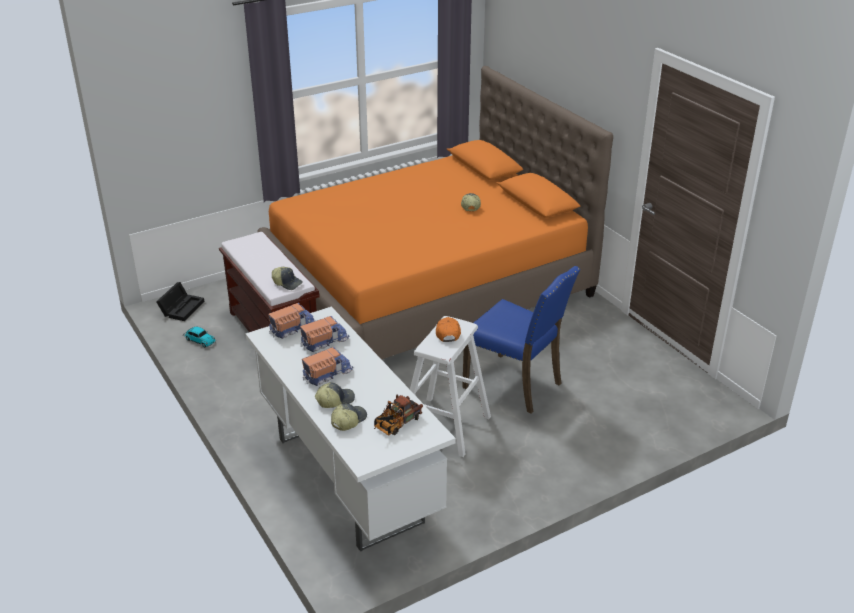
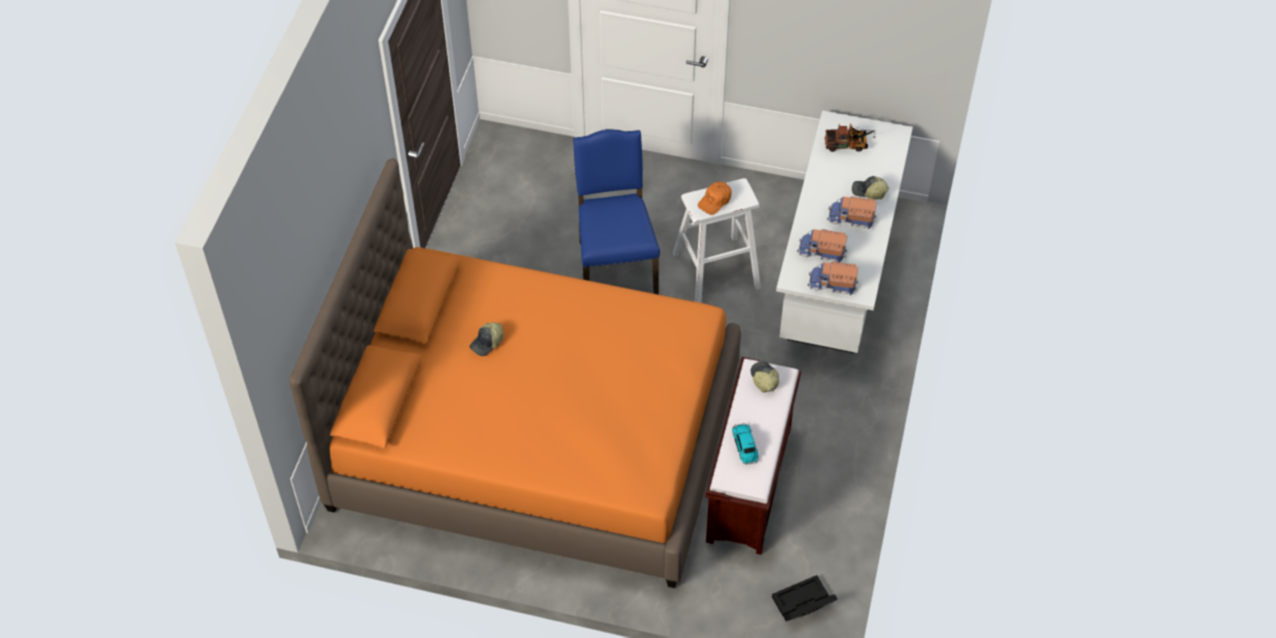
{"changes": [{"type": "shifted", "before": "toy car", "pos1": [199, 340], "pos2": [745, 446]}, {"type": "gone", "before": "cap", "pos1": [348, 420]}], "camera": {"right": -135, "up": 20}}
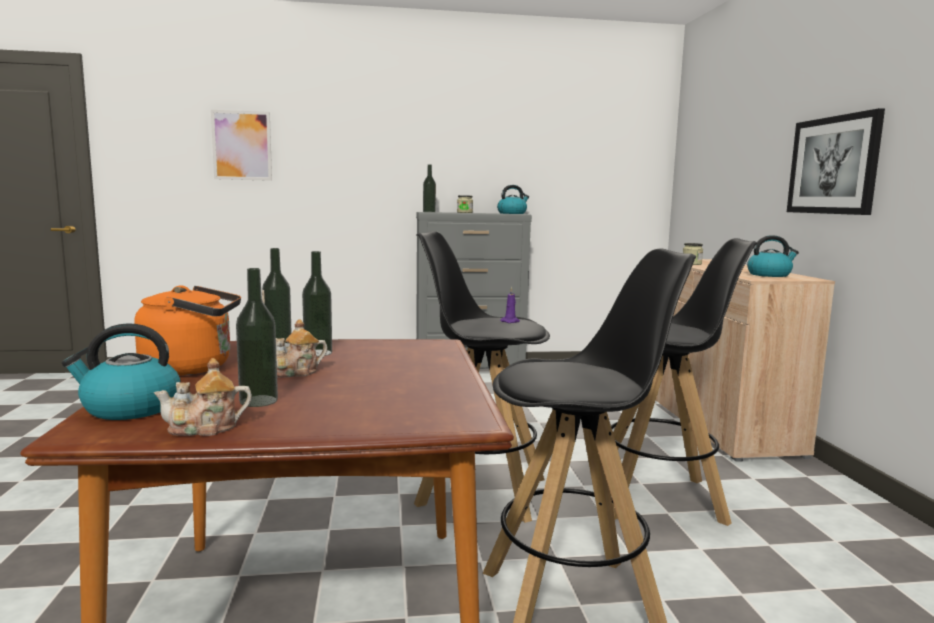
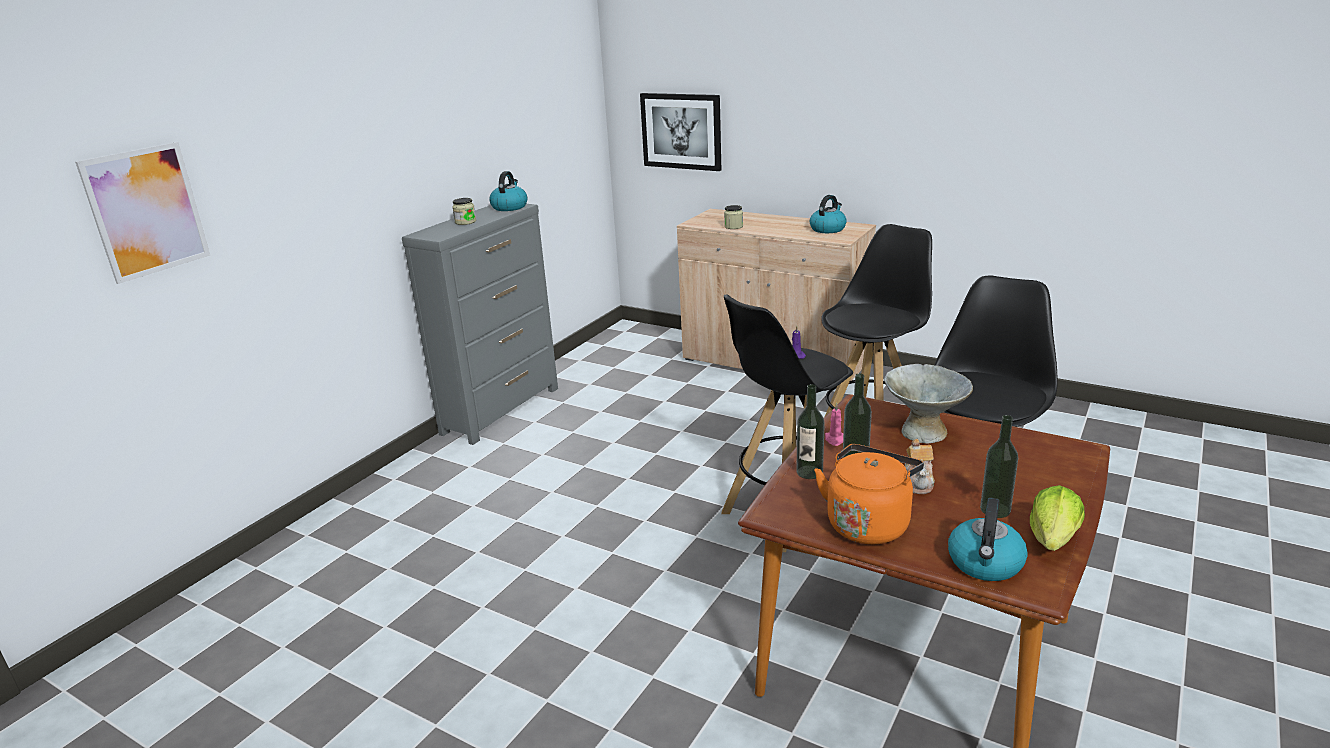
{"changes": [{"type": "shifted", "before": "picture", "pos1": [833, 165], "pos2": [681, 131]}, {"type": "new", "after": "candle/pink", "pos2": [835, 439]}, {"type": "new", "after": "bowl/grey", "pos2": [923, 432]}, {"type": "swapped", "before": "teapot", "after": "lettuce", "pos1": [205, 428], "pos2": [1053, 539]}, {"type": "gone", "before": "bottle", "pos1": [429, 212]}], "camera": {"right": -50, "up": 15}}
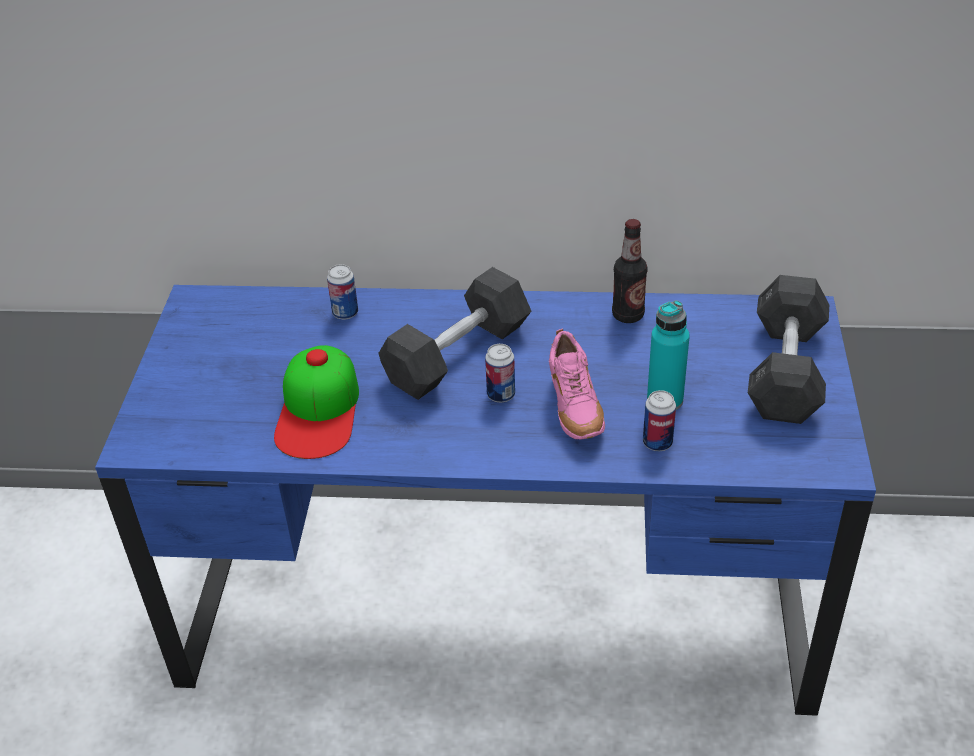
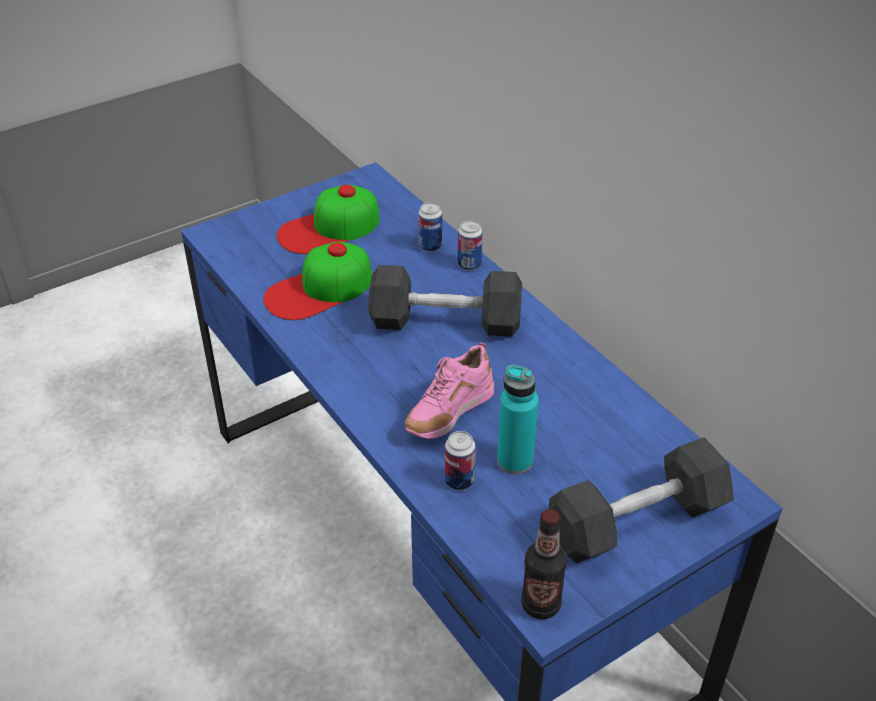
{"changes": [{"type": "new", "after": "cap", "pos2": [329, 228]}, {"type": "shifted", "before": "can", "pos1": [501, 395], "pos2": [469, 265]}, {"type": "shifted", "before": "bottle", "pos1": [628, 315], "pos2": [540, 604]}], "camera": {"right": 50, "up": 0}}
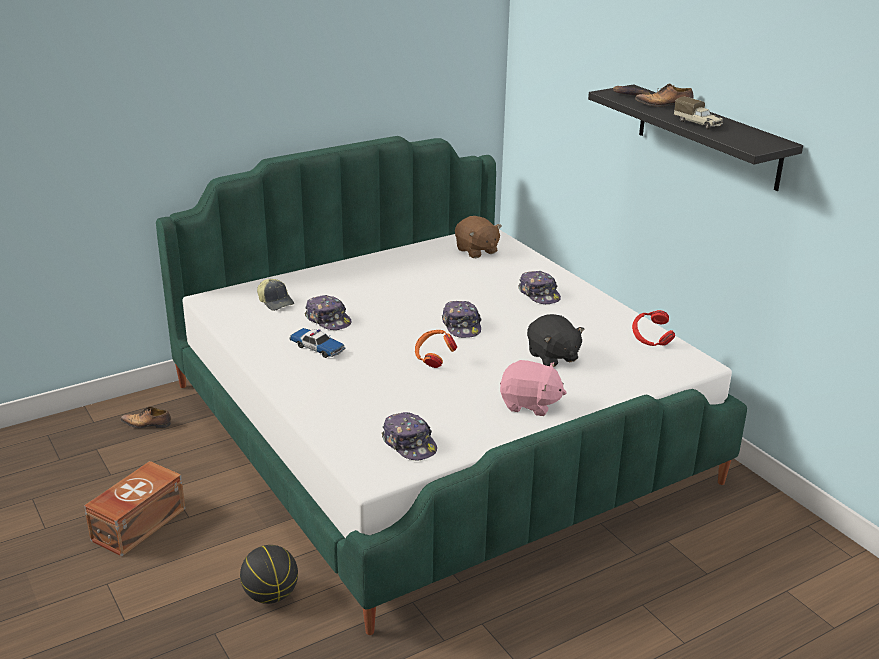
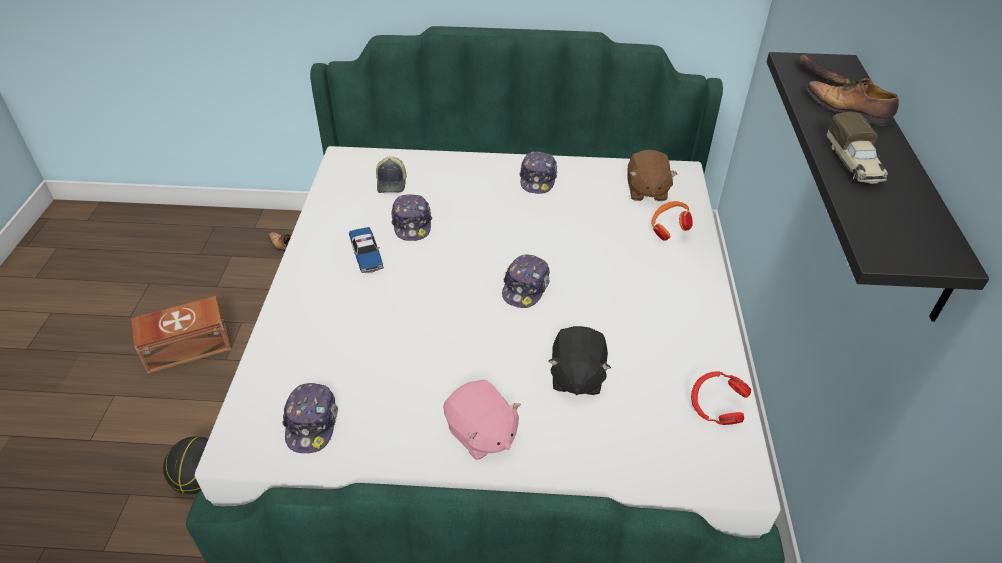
{"changes": [{"type": "shifted", "before": "cap", "pos1": [539, 294], "pos2": [538, 179]}, {"type": "shifted", "before": "headphones/orange", "pos1": [433, 359], "pos2": [668, 230]}], "camera": {"right": 35, "up": 15}}
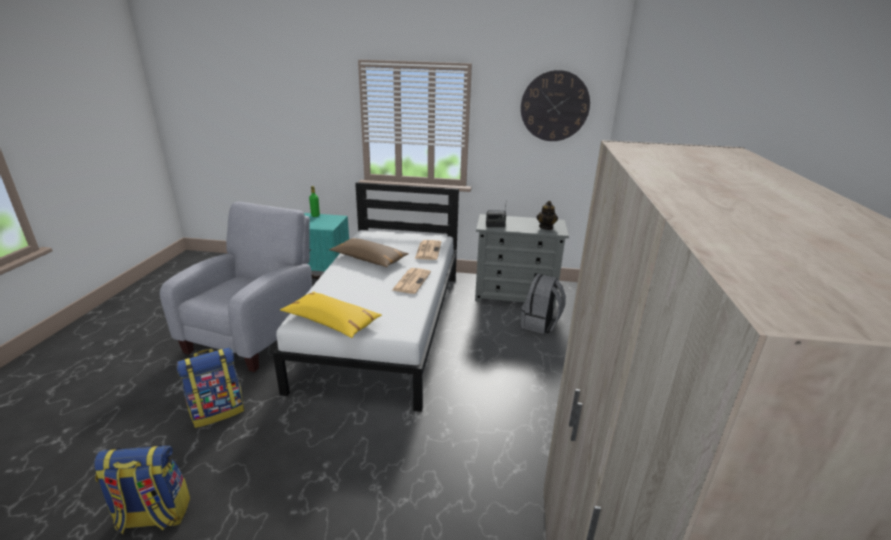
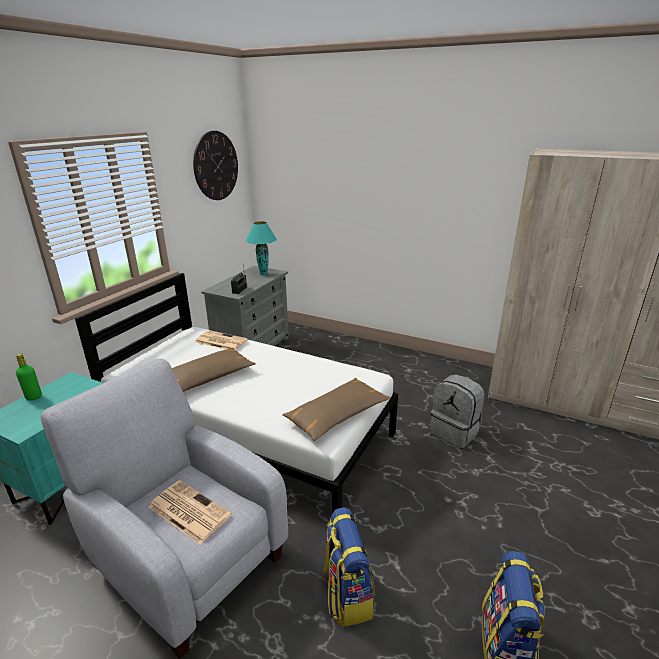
{"changes": [{"type": "shifted", "before": "newspaper", "pos1": [411, 281], "pos2": [188, 511]}, {"type": "swapped", "before": "teapot", "after": "table lamp/turquoise", "pos1": [546, 227], "pos2": [263, 274]}, {"type": "repainted", "before": "pillow/yellow", "after": "pillow/brown", "pos1": [331, 321], "pos2": [337, 416]}, {"type": "shifted", "before": "backpack/grey", "pos1": [540, 324], "pos2": [455, 431]}], "camera": {"right": -70, "up": 0}}
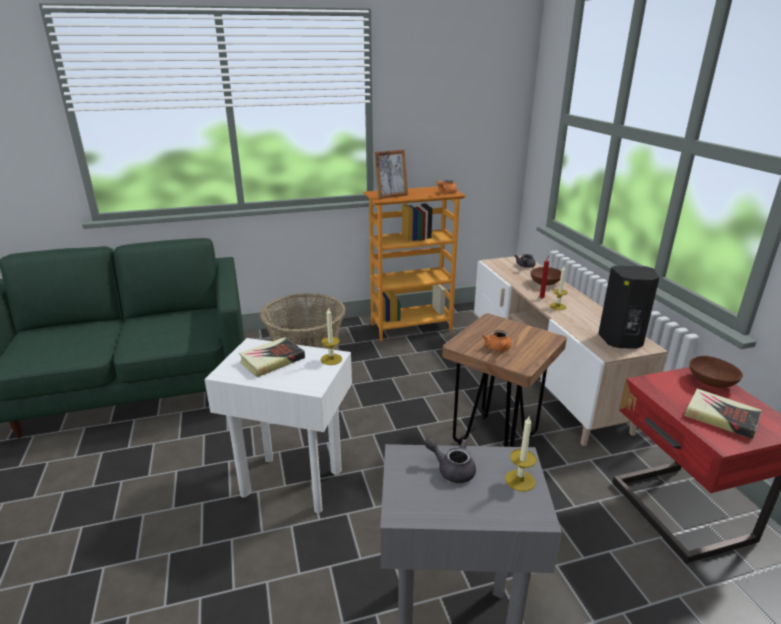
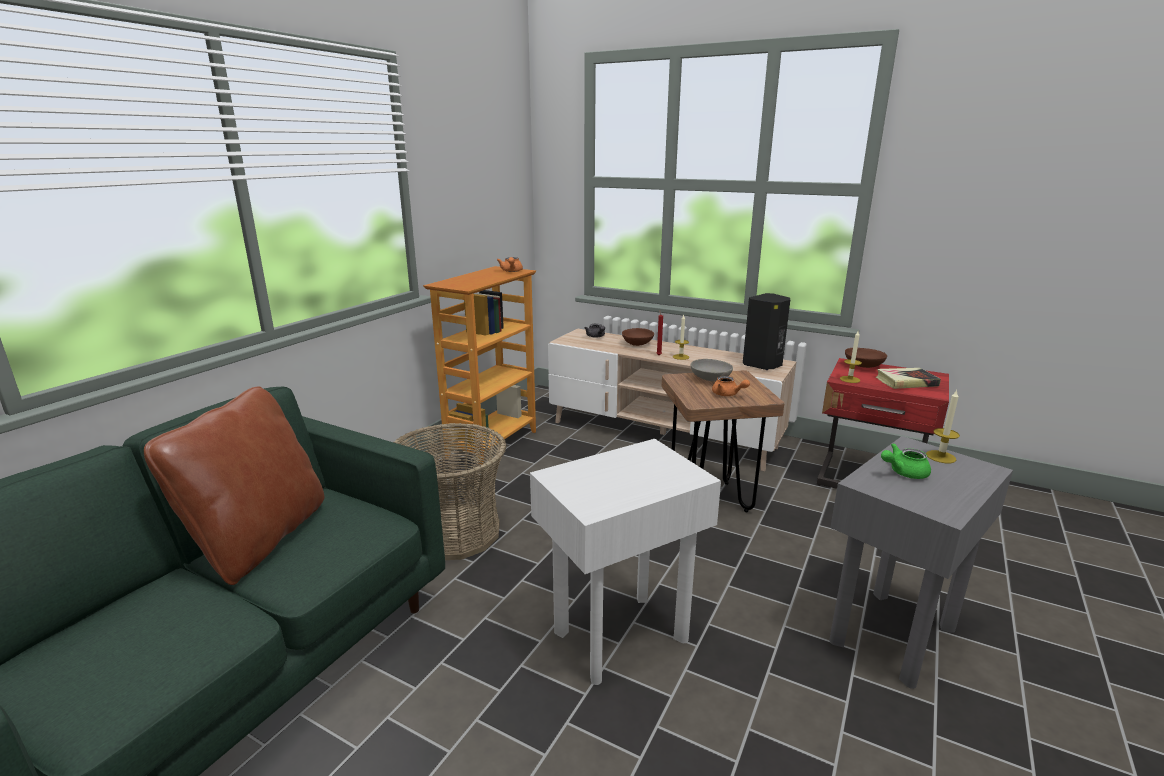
{"changes": [{"type": "new", "after": "pillow/brown", "pos2": [259, 539]}, {"type": "new", "after": "bowl/grey", "pos2": [710, 379]}, {"type": "shifted", "before": "candle", "pos1": [331, 359], "pos2": [850, 379]}, {"type": "repainted", "before": "teapot/grey", "after": "teapot/green", "pos1": [452, 469], "pos2": [903, 472]}, {"type": "gone", "before": "book", "pos1": [272, 360]}, {"type": "gone", "before": "picture frame", "pos1": [391, 196]}], "camera": {"right": -45, "up": -5}}
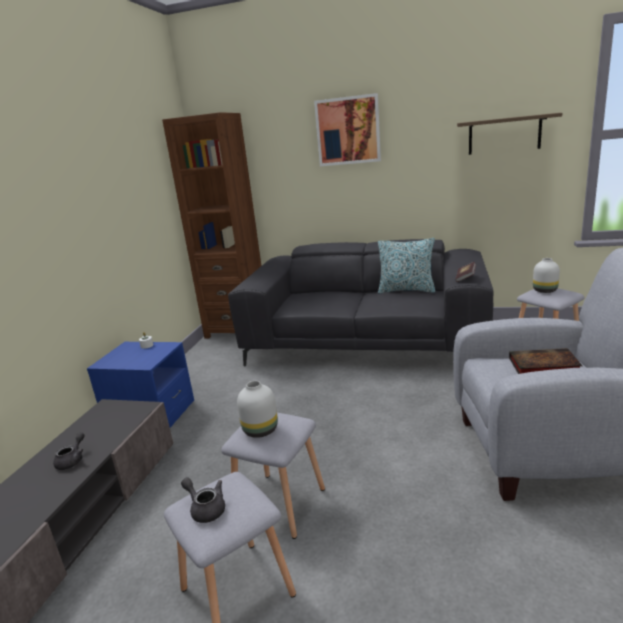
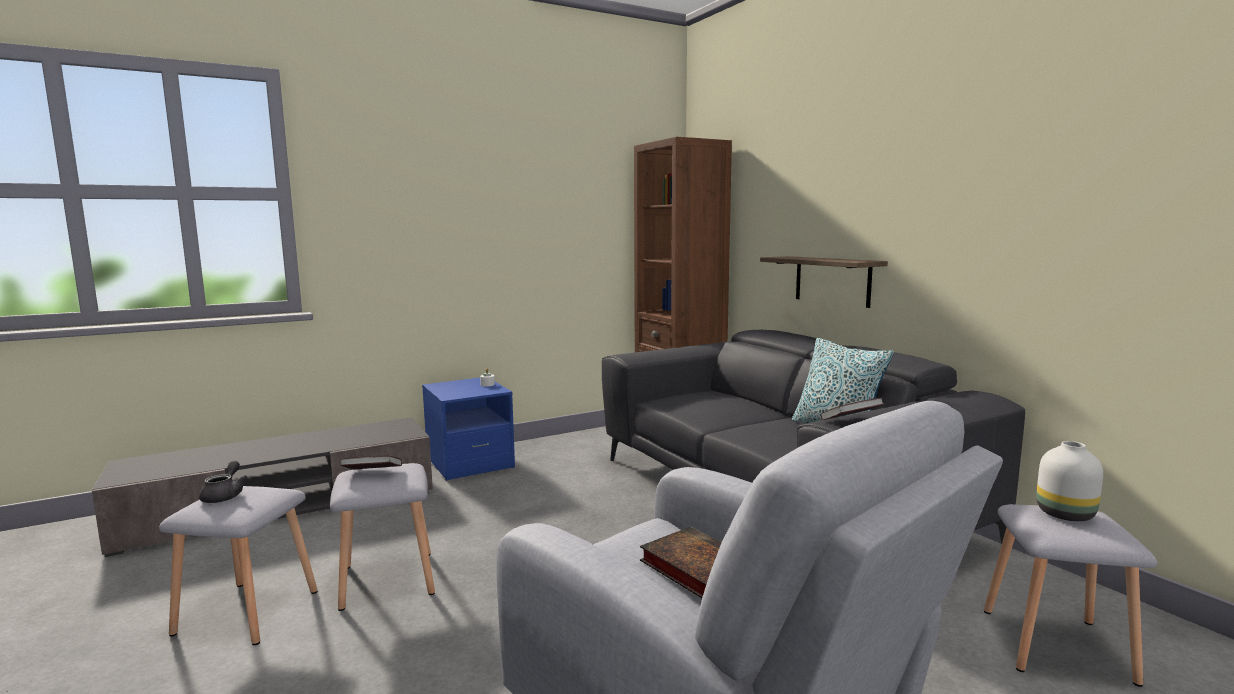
{"changes": [{"type": "swapped", "before": "vase/white", "after": "book", "pos1": [261, 430], "pos2": [372, 473]}, {"type": "shifted", "before": "shelf", "pos1": [504, 135], "pos2": [832, 280]}, {"type": "gone", "before": "teapot/grey", "pos1": [73, 460]}, {"type": "gone", "before": "picture", "pos1": [348, 131]}], "camera": {"right": 45, "up": -10}}
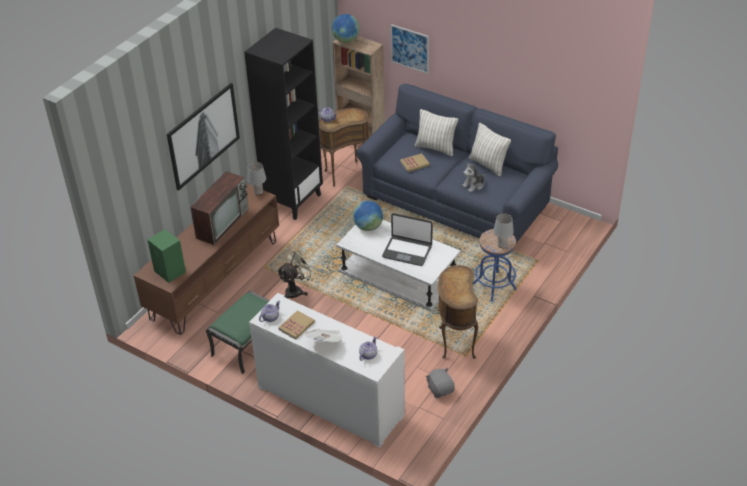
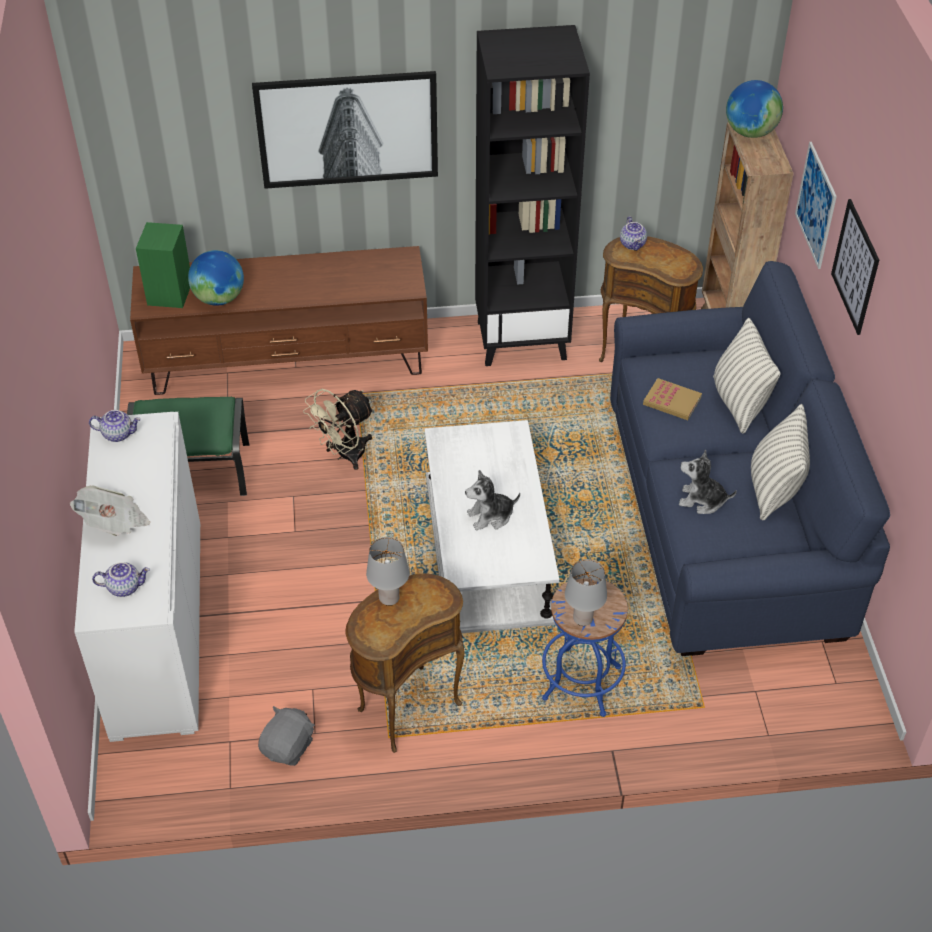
{"changes": [{"type": "shifted", "before": "globe", "pos1": [368, 227], "pos2": [219, 299]}, {"type": "rotated", "before": "fan/beige", "pos1": [296, 290], "pos2": [344, 455], "turn": 135}, {"type": "shifted", "before": "table lamp/grey", "pos1": [258, 193], "pos2": [388, 598]}, {"type": "swapped", "before": "laptop", "after": "plush toy", "pos1": [407, 251], "pos2": [490, 516]}, {"type": "new", "after": "picture", "pos2": [855, 267]}, {"type": "gone", "before": "television", "pos1": [223, 222]}, {"type": "gone", "before": "book", "pos1": [296, 326]}], "camera": {"right": 50, "up": 5}}
